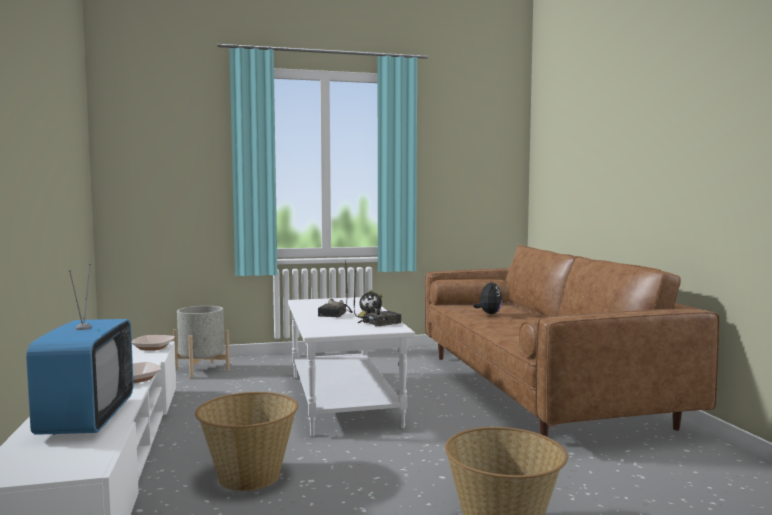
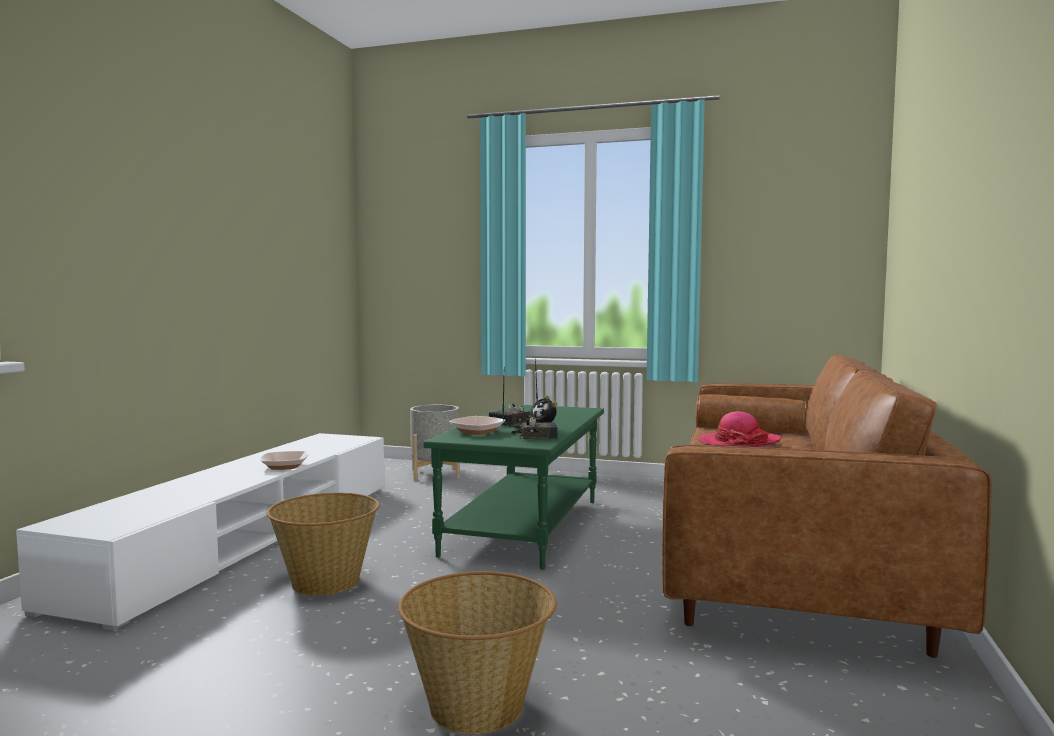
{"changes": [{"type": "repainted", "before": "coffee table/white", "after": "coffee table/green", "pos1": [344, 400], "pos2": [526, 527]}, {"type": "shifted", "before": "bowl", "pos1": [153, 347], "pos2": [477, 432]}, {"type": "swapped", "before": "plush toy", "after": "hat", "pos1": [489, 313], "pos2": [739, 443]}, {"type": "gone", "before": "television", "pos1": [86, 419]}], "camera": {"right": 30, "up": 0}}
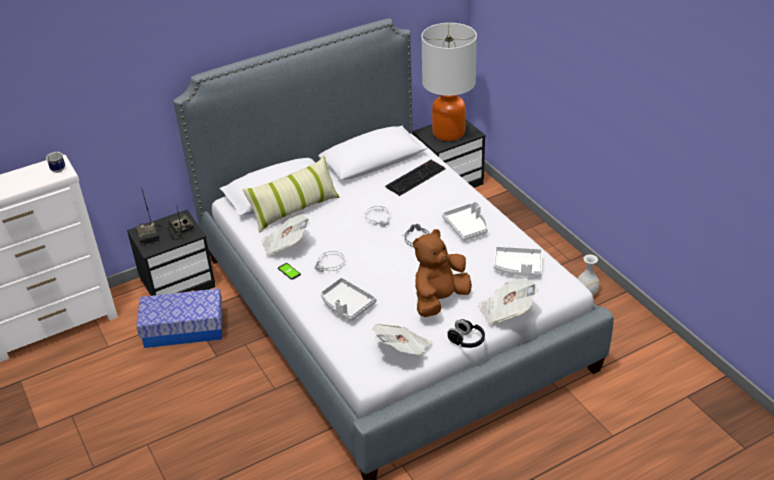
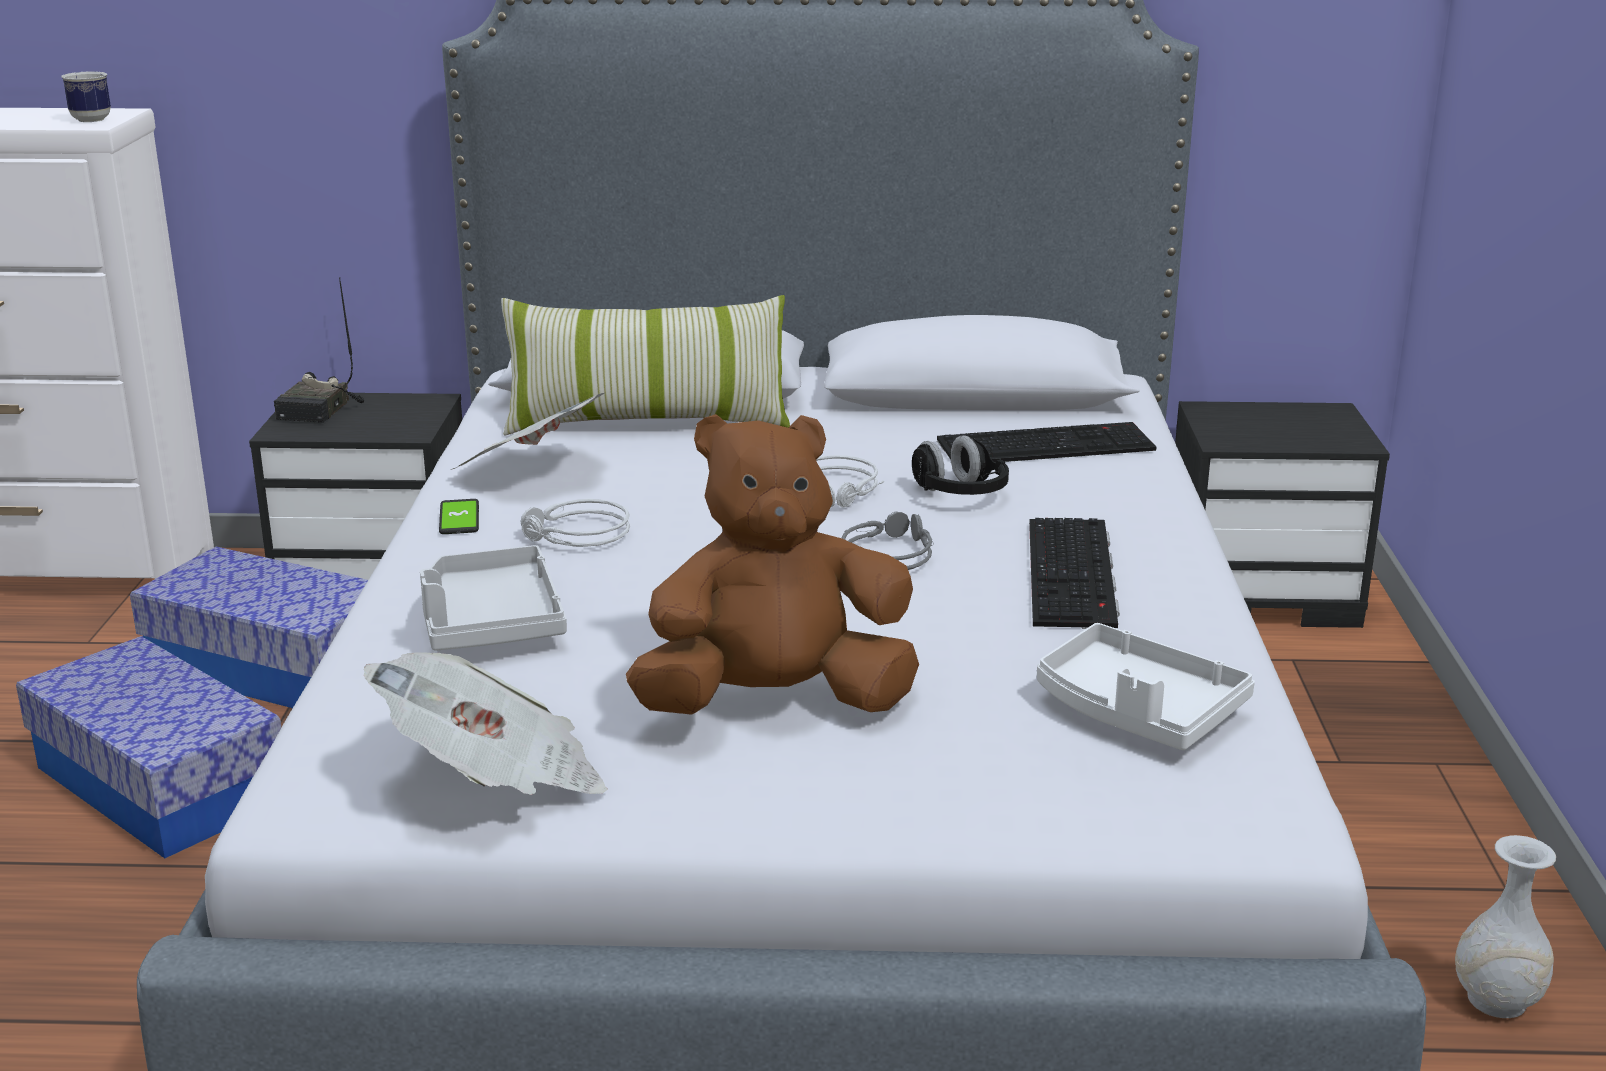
{"changes": [{"type": "new", "after": "storage box", "pos2": [160, 784]}, {"type": "shifted", "before": "headphones/black", "pos1": [466, 340], "pos2": [959, 494]}, {"type": "swapped", "before": "tray/white", "after": "keyboard", "pos1": [467, 227], "pos2": [1074, 574]}, {"type": "gone", "before": "radio", "pos1": [180, 229]}, {"type": "gone", "before": "table lamp", "pos1": [448, 133]}, {"type": "gone", "before": "newspaper", "pos1": [506, 311]}], "camera": {"right": 30, "up": -15}}
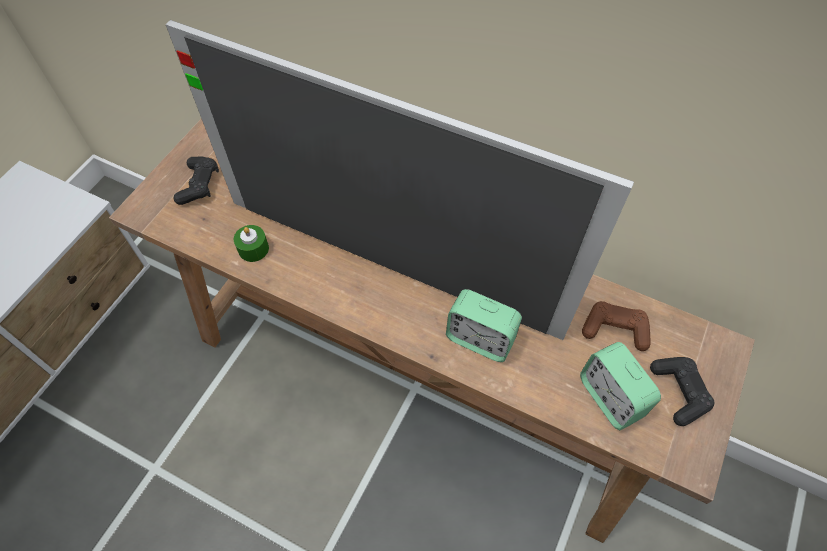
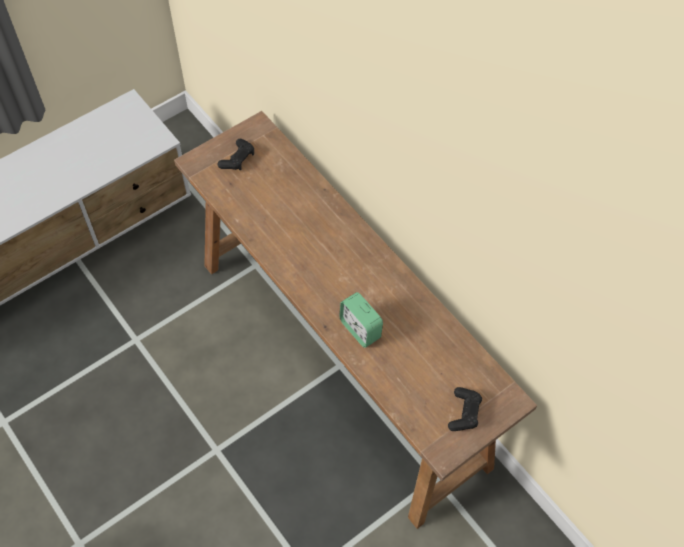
{"changes": [{"type": "gone", "before": "television", "pos1": [388, 266]}, {"type": "gone", "before": "candle/green", "pos1": [253, 249]}, {"type": "gone", "before": "alarm clock", "pos1": [610, 397]}, {"type": "gone", "before": "game controller/brown", "pos1": [615, 329]}], "camera": {"right": 25, "up": 0}}
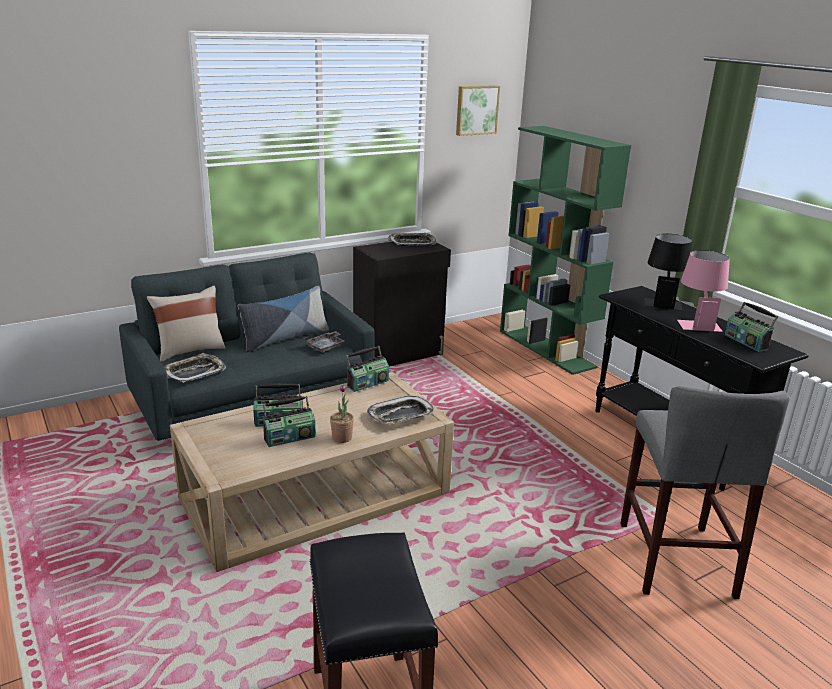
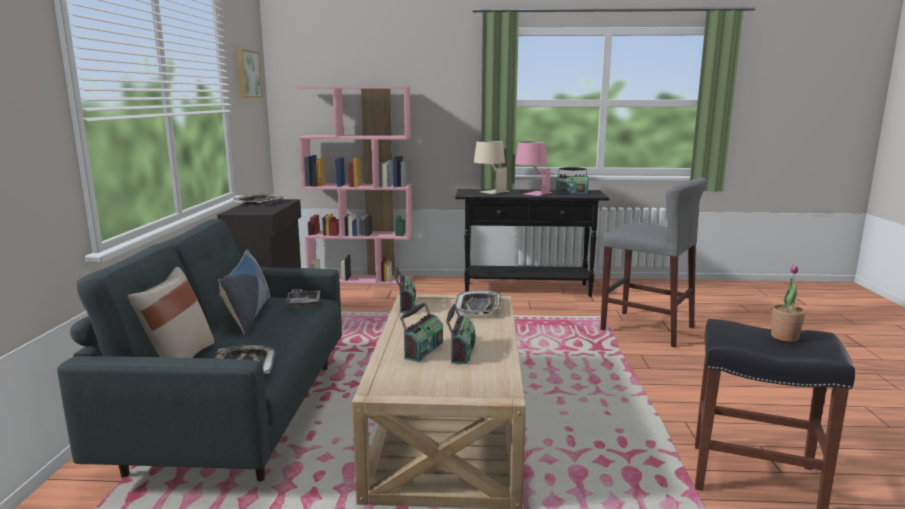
{"changes": [{"type": "repainted", "before": "bookcase/green", "after": "bookcase/pink", "pos1": [547, 349], "pos2": [361, 280]}, {"type": "repainted", "before": "table lamp/black", "after": "table lamp/beige", "pos1": [662, 301], "pos2": [490, 190]}, {"type": "shifted", "before": "potted plant", "pos1": [342, 438], "pos2": [784, 337]}], "camera": {"right": -55, "up": -10}}
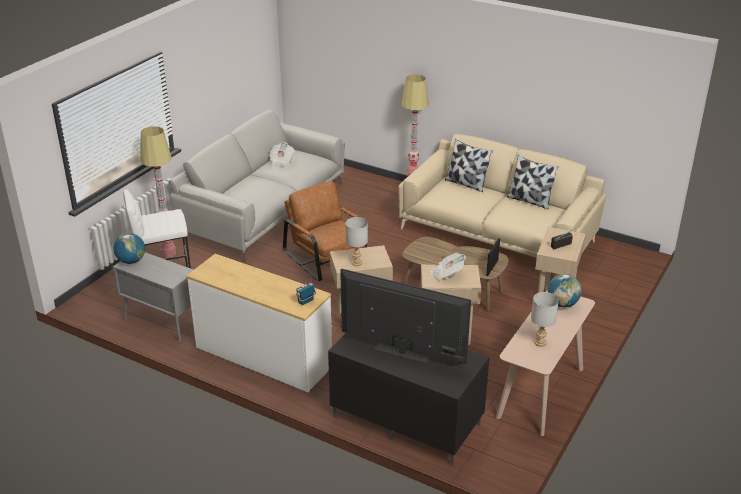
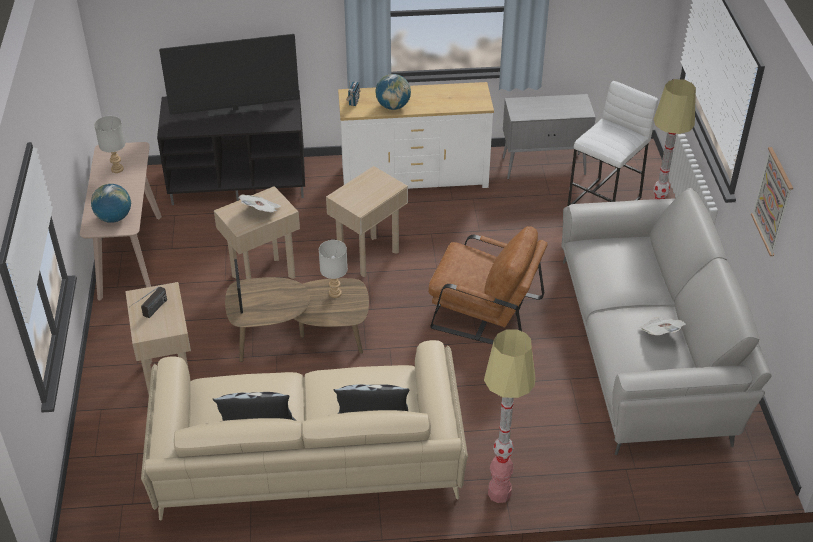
{"changes": [{"type": "shifted", "before": "table lamp/grey", "pos1": [356, 263], "pos2": [335, 293]}, {"type": "shifted", "before": "globe", "pos1": [131, 261], "pos2": [393, 106]}, {"type": "new", "after": "picture", "pos2": [773, 201]}], "camera": {"right": 145, "up": 10}}
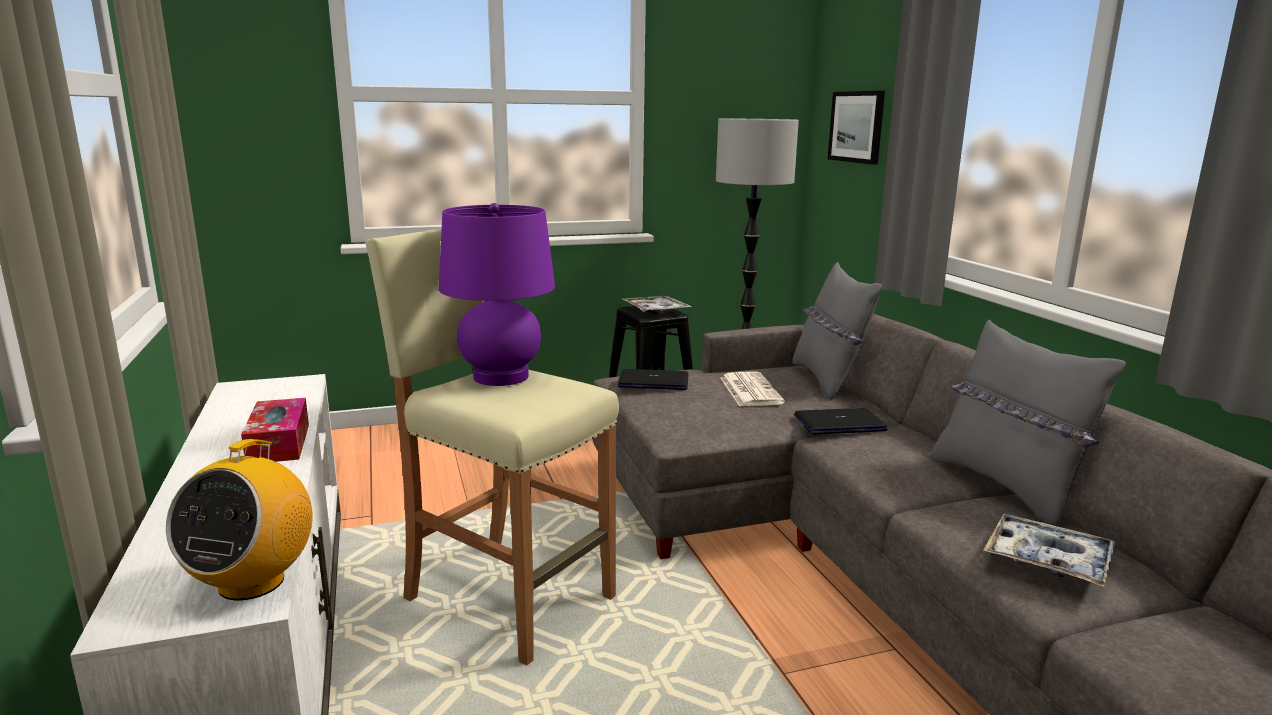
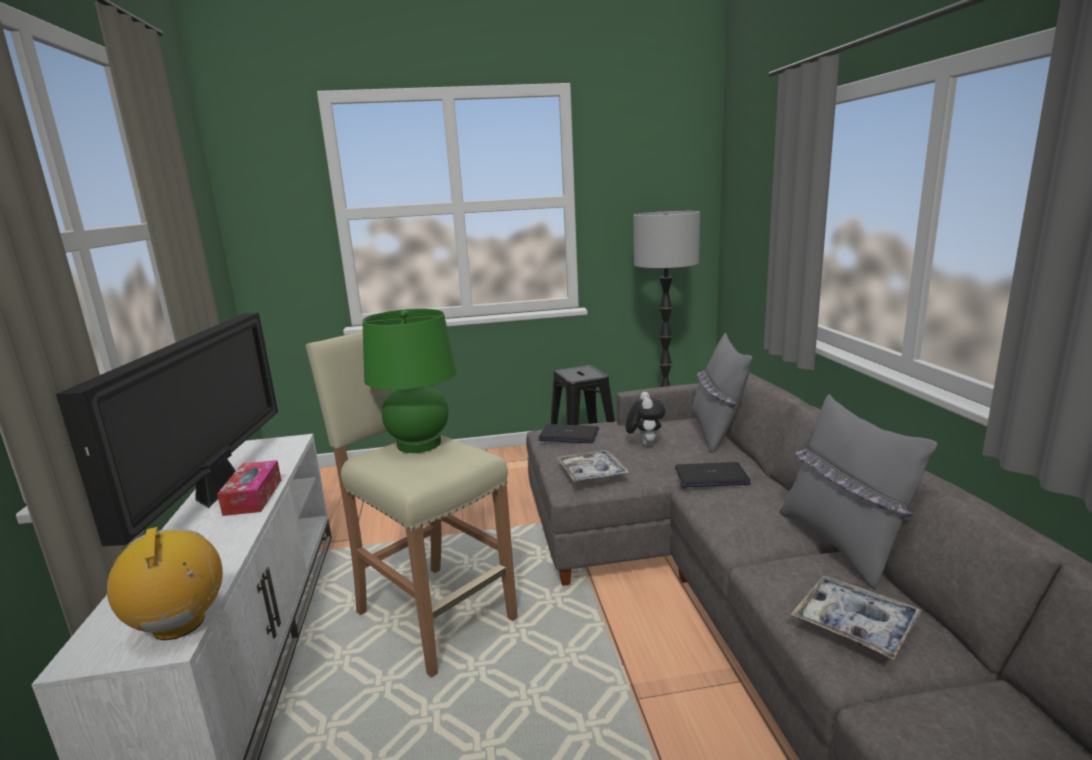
{"changes": [{"type": "new", "after": "television", "pos2": [218, 490]}, {"type": "rotated", "before": "radio", "pos1": [252, 582], "pos2": [179, 624], "turn": 135}, {"type": "repainted", "before": "table lamp/purple", "after": "table lamp/green", "pos1": [501, 376], "pos2": [419, 444]}, {"type": "shifted", "before": "tray", "pos1": [655, 311], "pos2": [592, 473]}, {"type": "swapped", "before": "newspaper", "after": "plush toy", "pos1": [749, 390], "pos2": [645, 443]}, {"type": "gone", "before": "picture", "pos1": [857, 127]}], "camera": {"right": 10, "up": 0}}
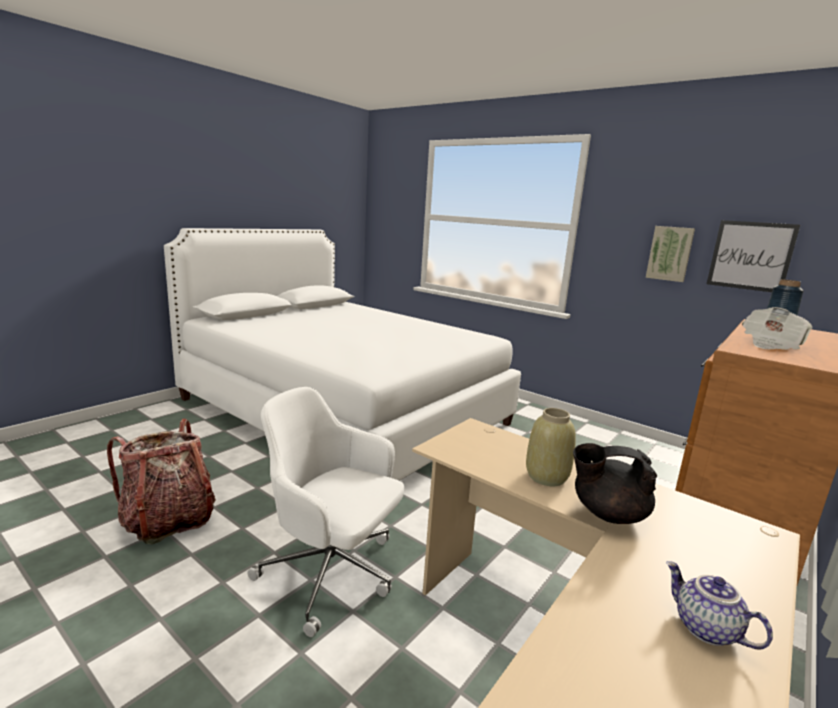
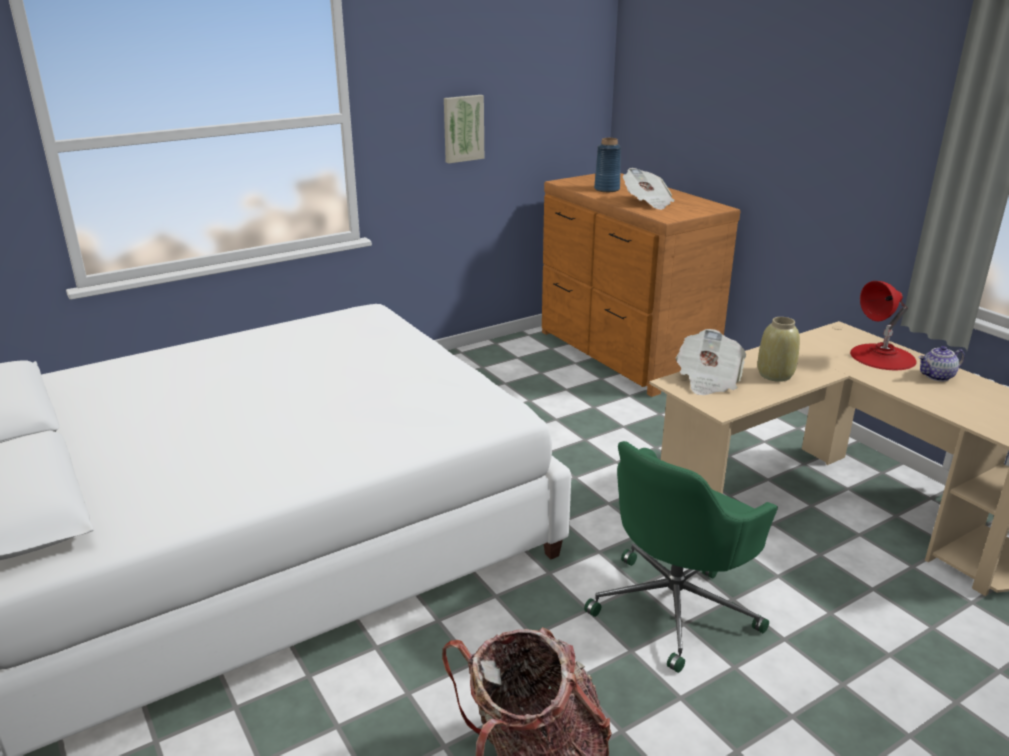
{"changes": [{"type": "repainted", "before": "office chair/white", "after": "office chair/green", "pos1": [332, 573], "pos2": [675, 607]}, {"type": "new", "after": "newspaper", "pos2": [708, 380]}, {"type": "new", "after": "table lamp/red", "pos2": [883, 357]}, {"type": "gone", "before": "teapot/black", "pos1": [607, 513]}, {"type": "gone", "before": "picture", "pos1": [750, 256]}], "camera": {"right": -70, "up": 10}}
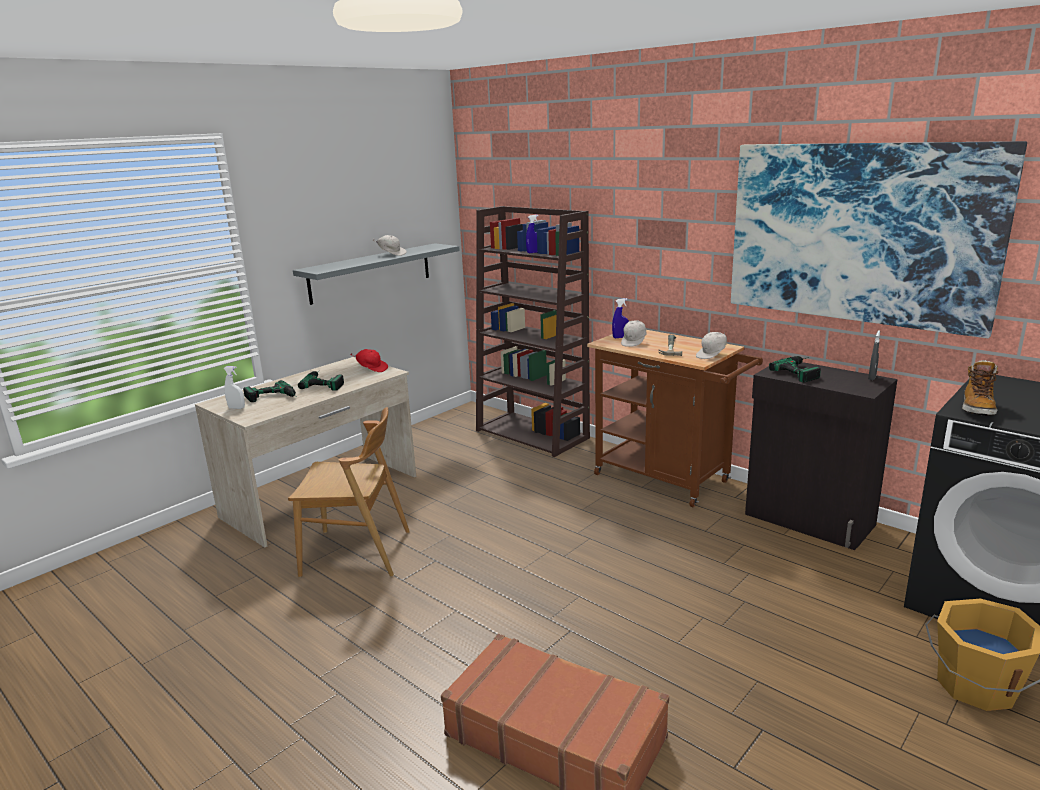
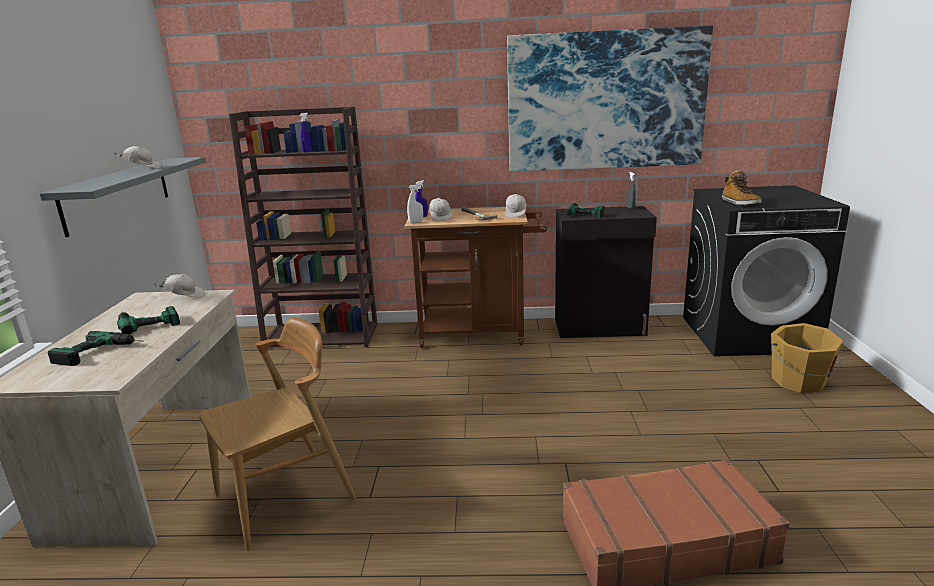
{"changes": [{"type": "repainted", "before": "cap/red", "after": "cap/white", "pos1": [372, 369], "pos2": [184, 297]}, {"type": "shifted", "before": "spray bottle/white", "pos1": [236, 408], "pos2": [416, 222]}], "camera": {"right": -40, "up": 0}}
